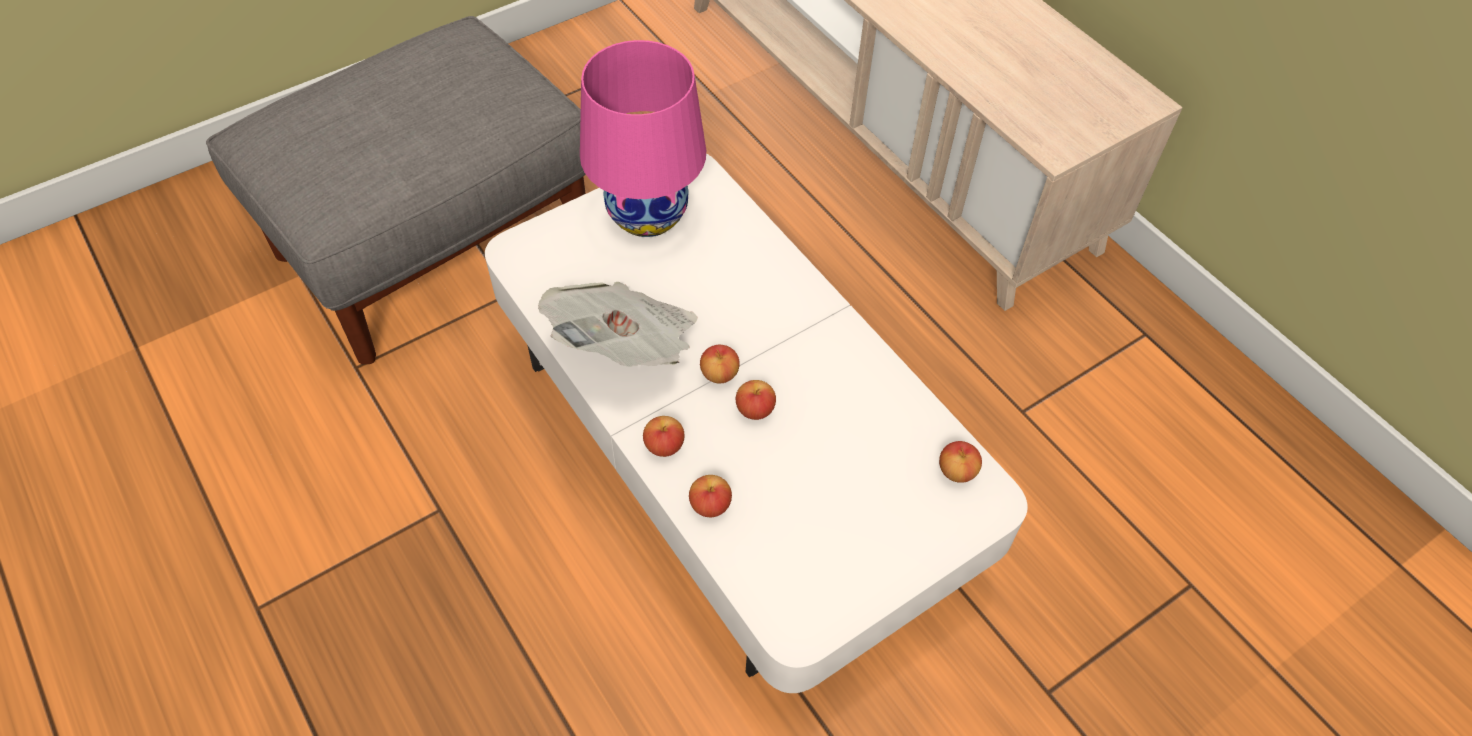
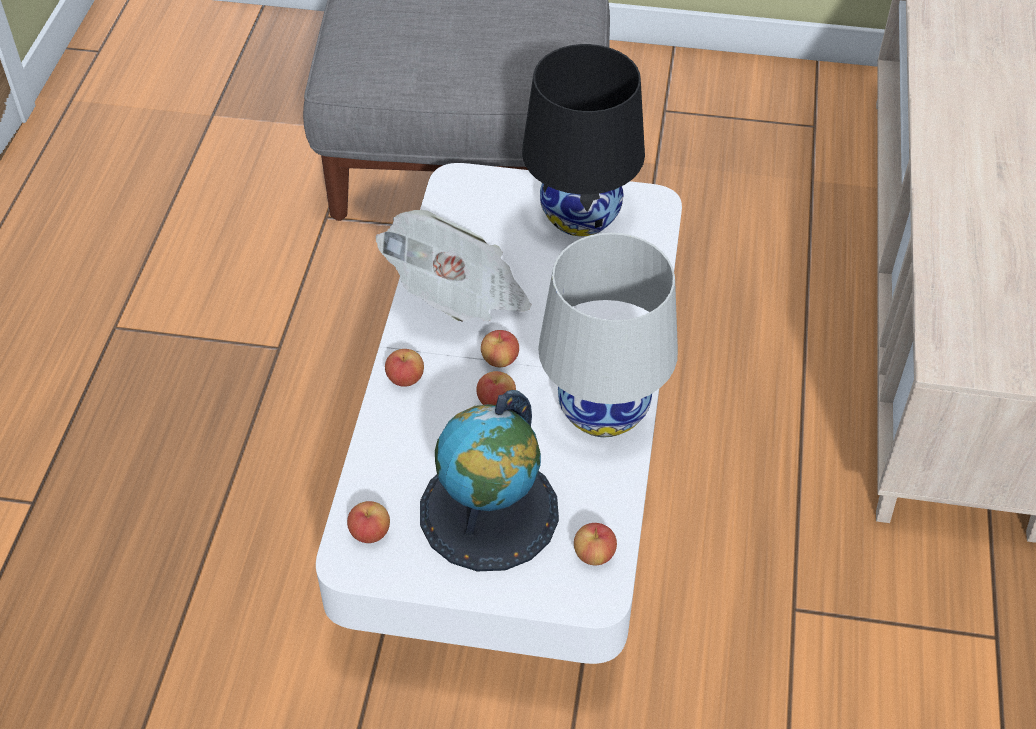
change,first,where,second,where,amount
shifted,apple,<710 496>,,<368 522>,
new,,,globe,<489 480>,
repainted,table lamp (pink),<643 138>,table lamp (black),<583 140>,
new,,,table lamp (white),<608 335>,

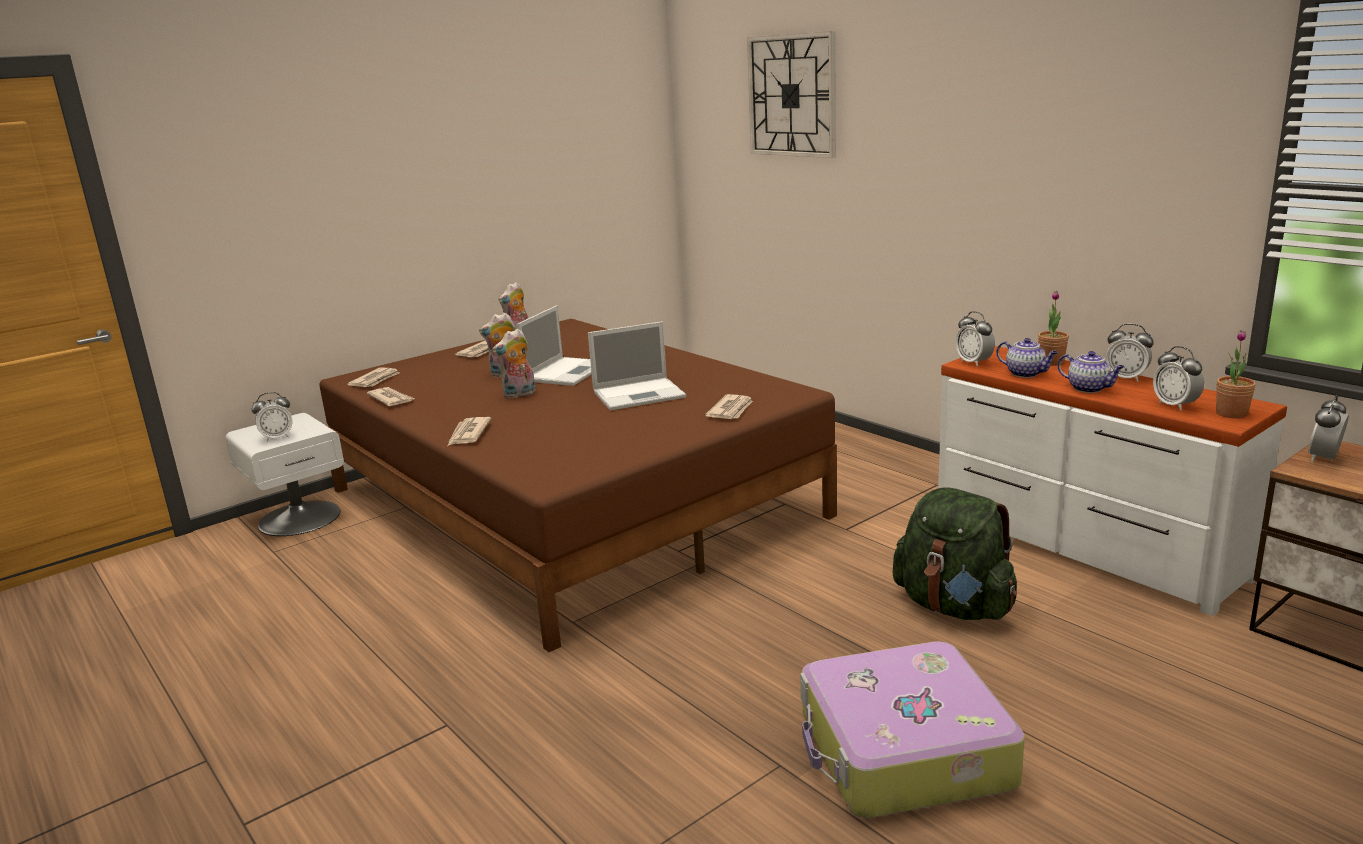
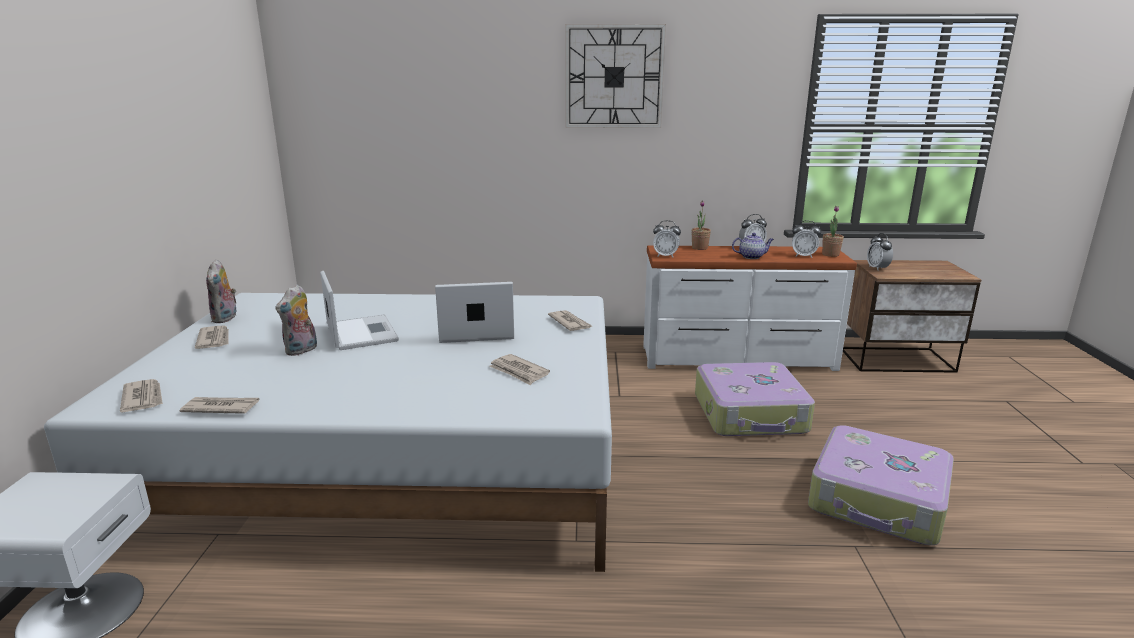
change,first,where,second,where,amount
repainted,bed (brown),<578 485>,bed (white),<328 432>,
rotated,laptop,<637 366>,,<474 312>,120 degrees counterclockwise
shifted,newspaper,<469 431>,,<519 369>,
shifted,wall clock,<791 94>,,<616 76>,
swapped,backpack (green),<955 553>,suitcase,<755 399>,
gone,alarm clock,<272 417>,,,
gone,plush toy,<513 363>,,,
gone,teapot,<1027 358>,,,

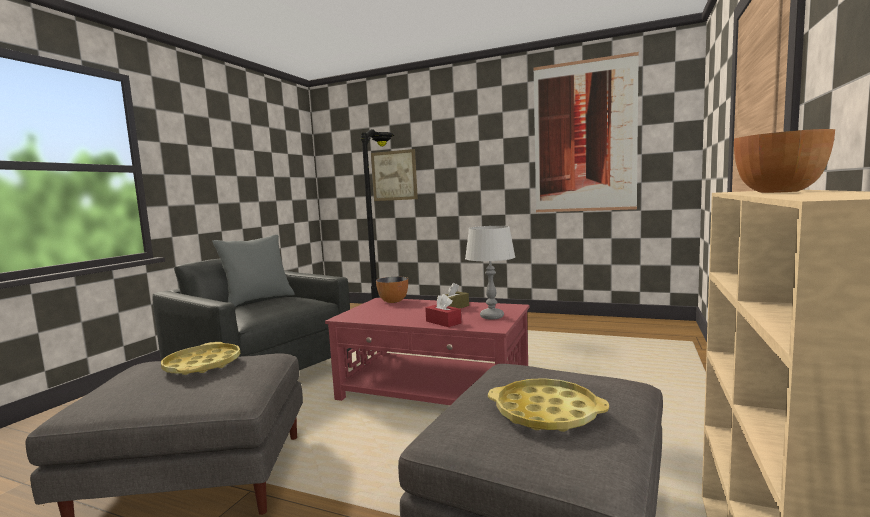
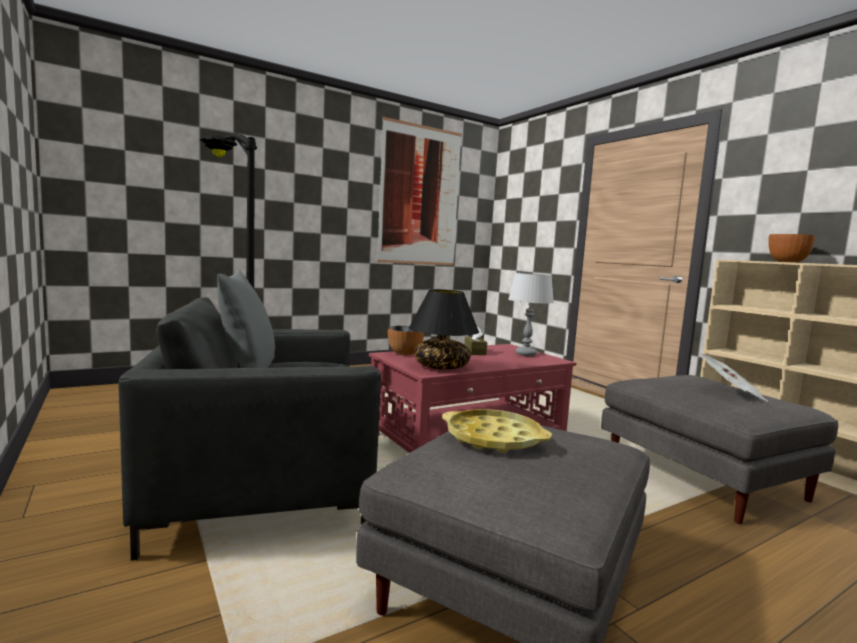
change,first,where,second,where,amount
new,,,table lamp (black),<444 330>,
swapped,tray (yellow),<548 405>,newspaper,<733 377>,
gone,picture,<394 175>,,,
gone,tissue box (red),<443 310>,,,

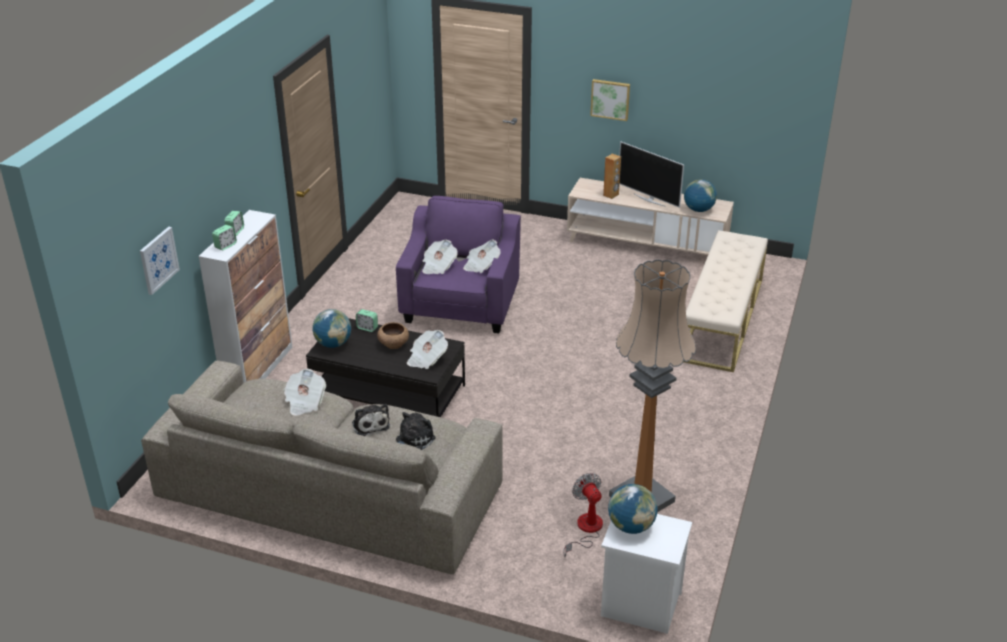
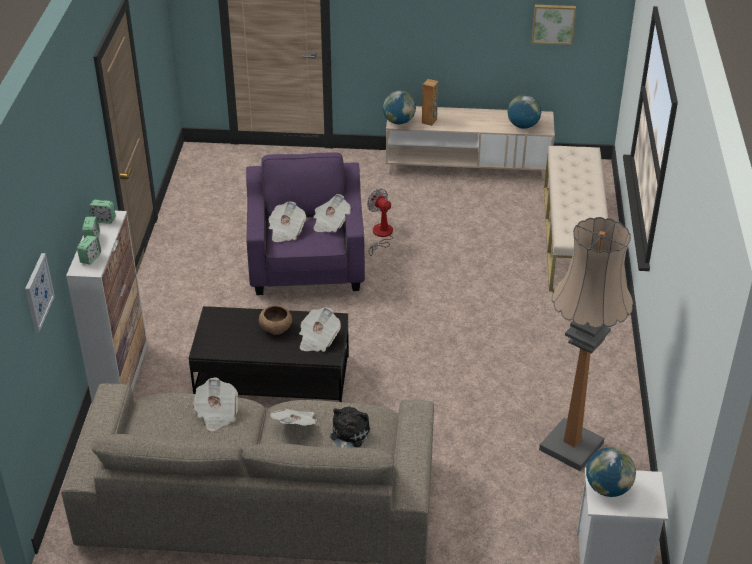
change,first,where,second,where,amount
shifted,alarm clock,<367 320>,,<102 212>,
swapped,plush toy,<371 420>,newspaper,<293 417>,
shifted,fan,<583 515>,,<380 222>,
shifted,globe,<331 328>,,<399 107>,
shifted,picture,<610 100>,,<554 25>,
gone,television,<651 174>,,,

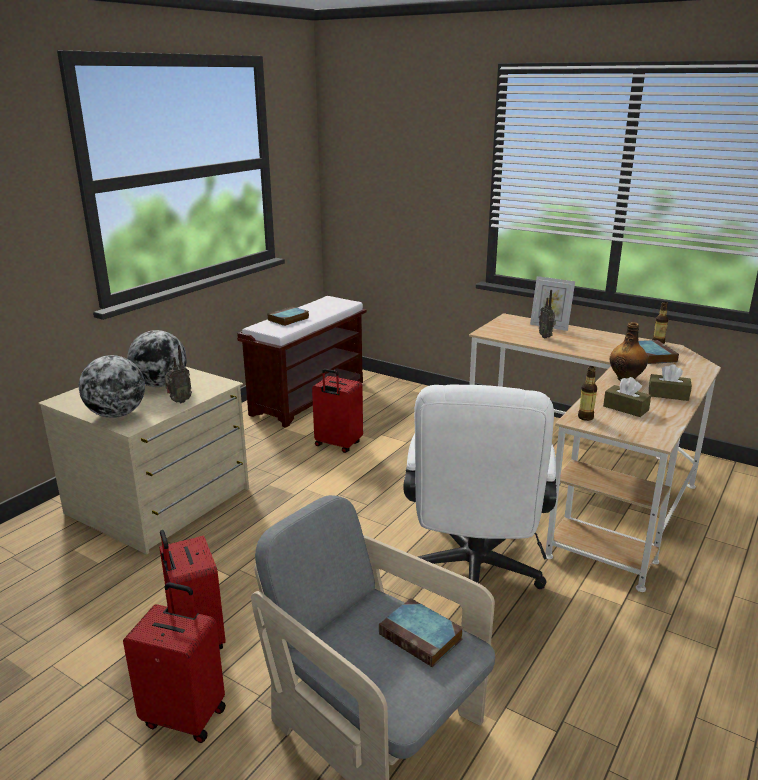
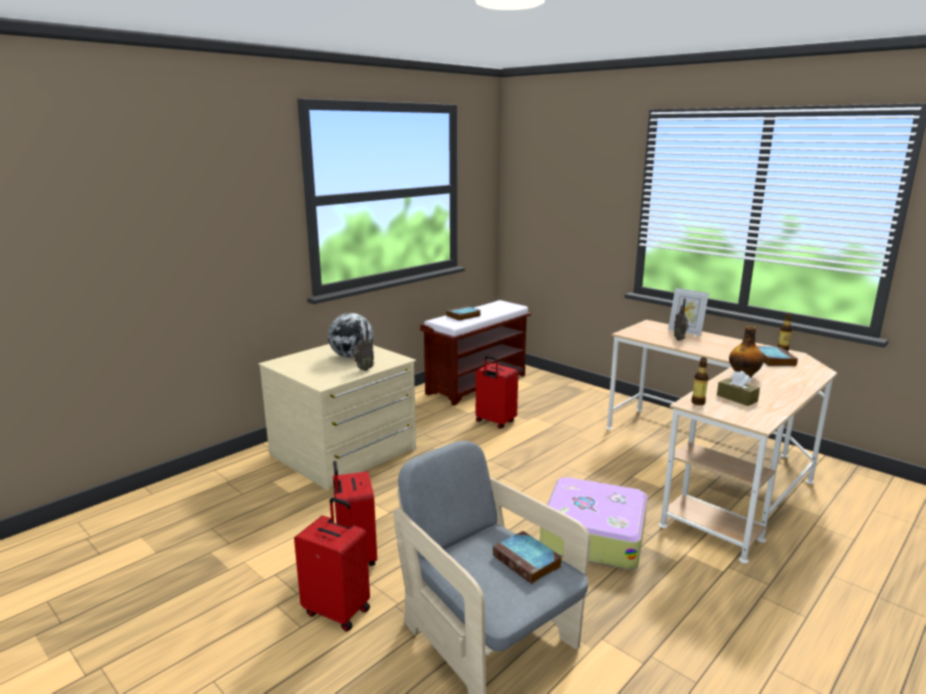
change,first,where,second,where,amount
swapped,office chair (white),<479 486>,suitcase,<594 523>,
gone,globe,<112 386>,,,
gone,tissue box (brown),<670 382>,,,

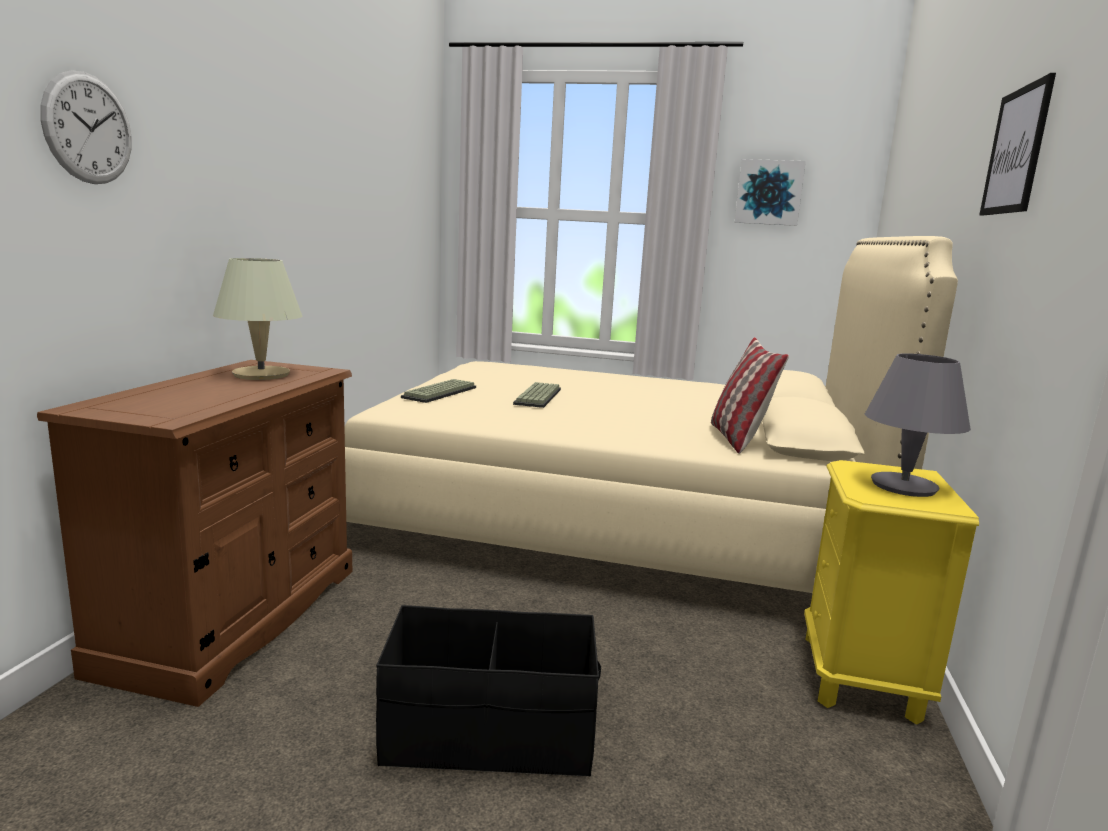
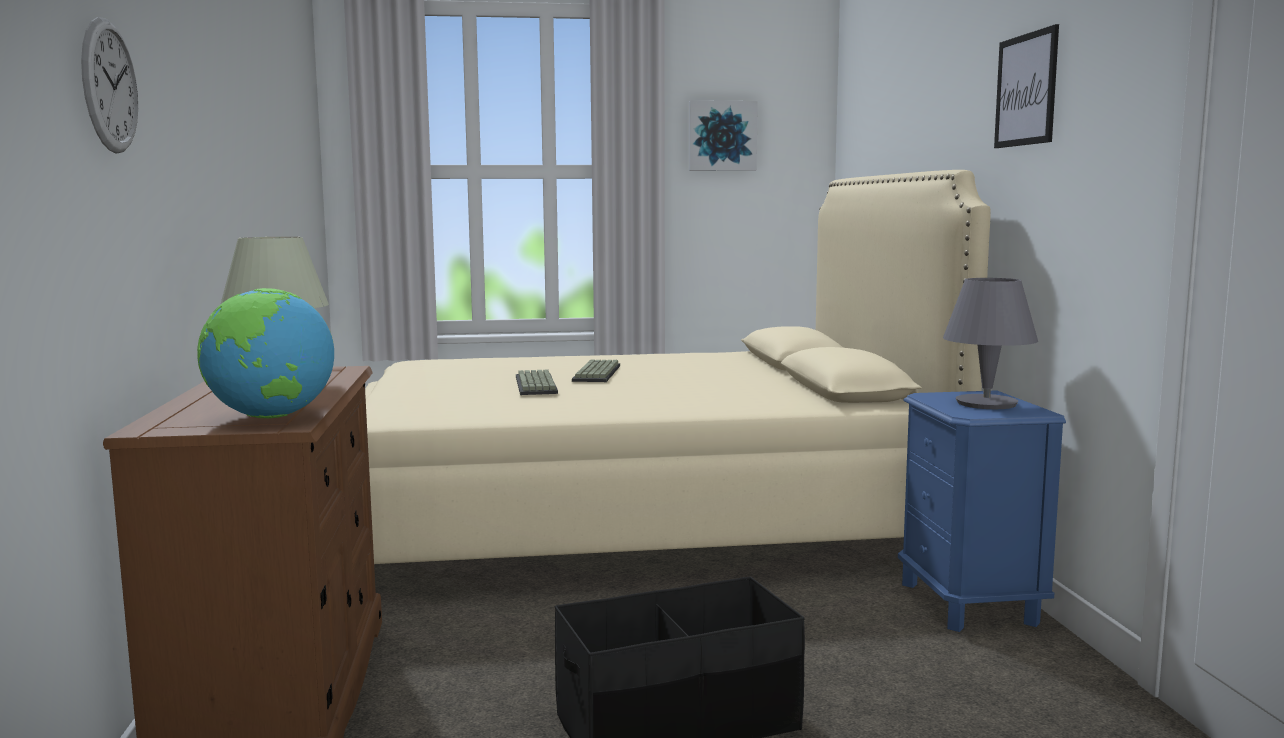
change,first,where,second,where,amount
new,,,globe,<265 353>,
shifted,keyboard,<438 391>,,<596 371>,
repainted,nightstand (yellow),<891 592>,nightstand (blue),<982 511>,
gone,pillow,<750 395>,,,

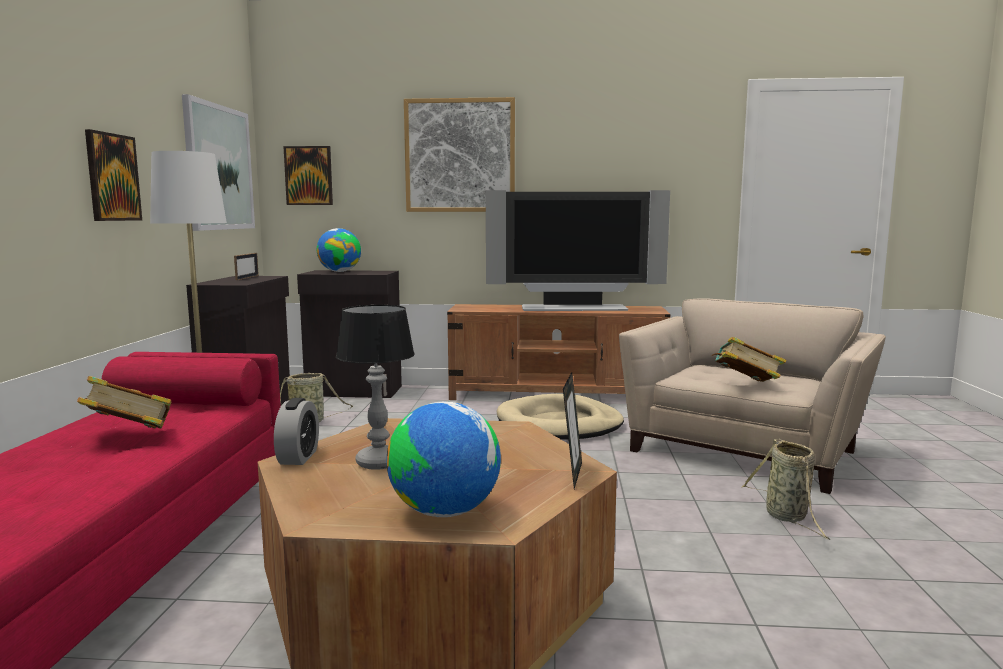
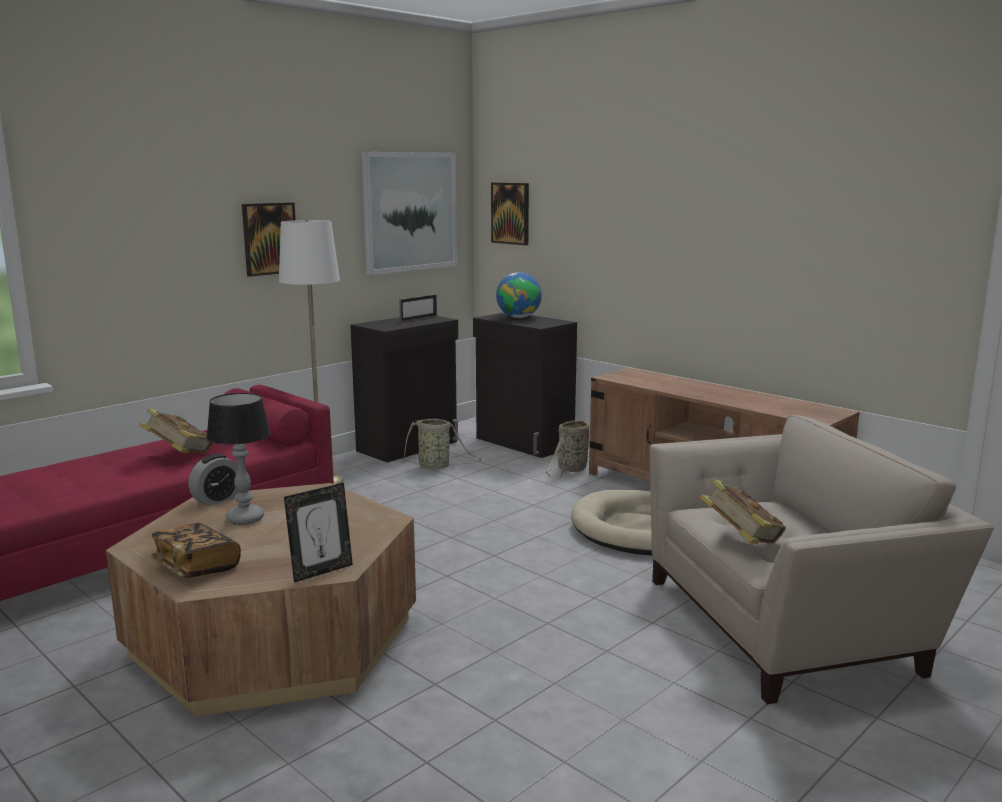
change,first,where,second,where,amount
swapped,globe,<443 459>,book,<196 550>,
shifted,basket,<786 489>,,<568 449>,
gone,picture,<459 154>,,,
gone,television,<578 250>,,,

